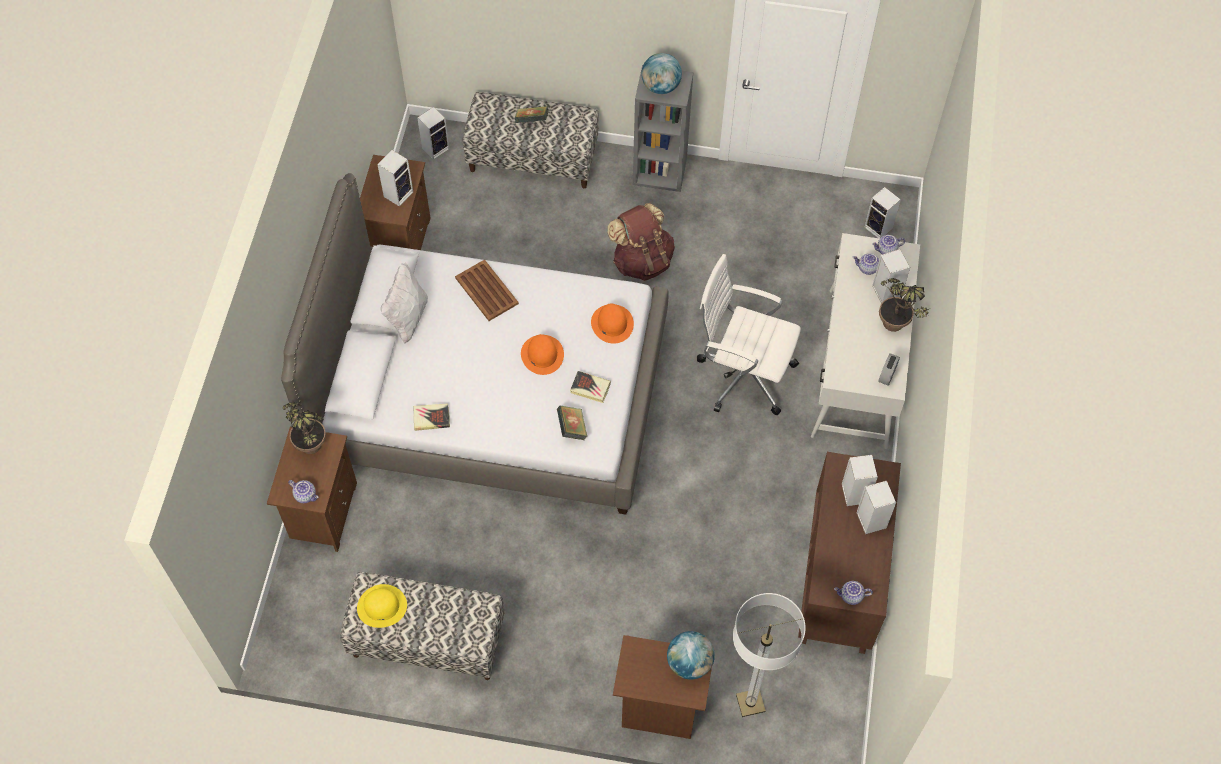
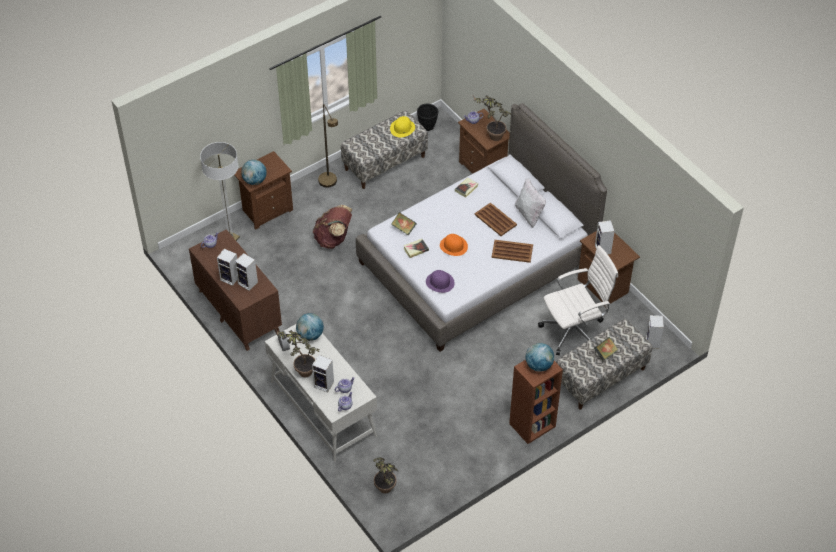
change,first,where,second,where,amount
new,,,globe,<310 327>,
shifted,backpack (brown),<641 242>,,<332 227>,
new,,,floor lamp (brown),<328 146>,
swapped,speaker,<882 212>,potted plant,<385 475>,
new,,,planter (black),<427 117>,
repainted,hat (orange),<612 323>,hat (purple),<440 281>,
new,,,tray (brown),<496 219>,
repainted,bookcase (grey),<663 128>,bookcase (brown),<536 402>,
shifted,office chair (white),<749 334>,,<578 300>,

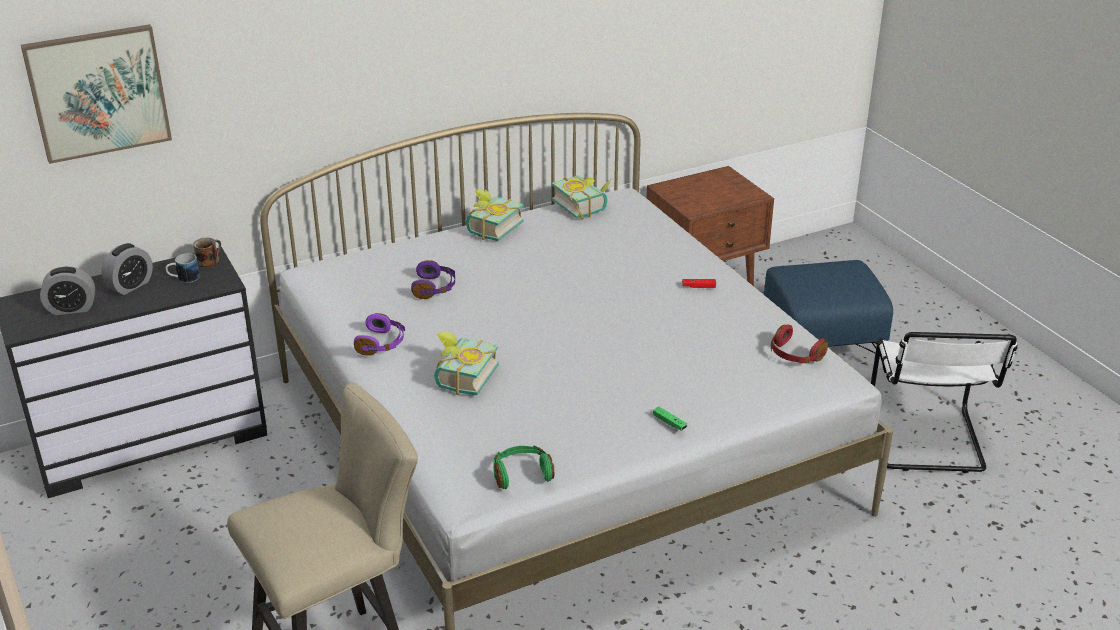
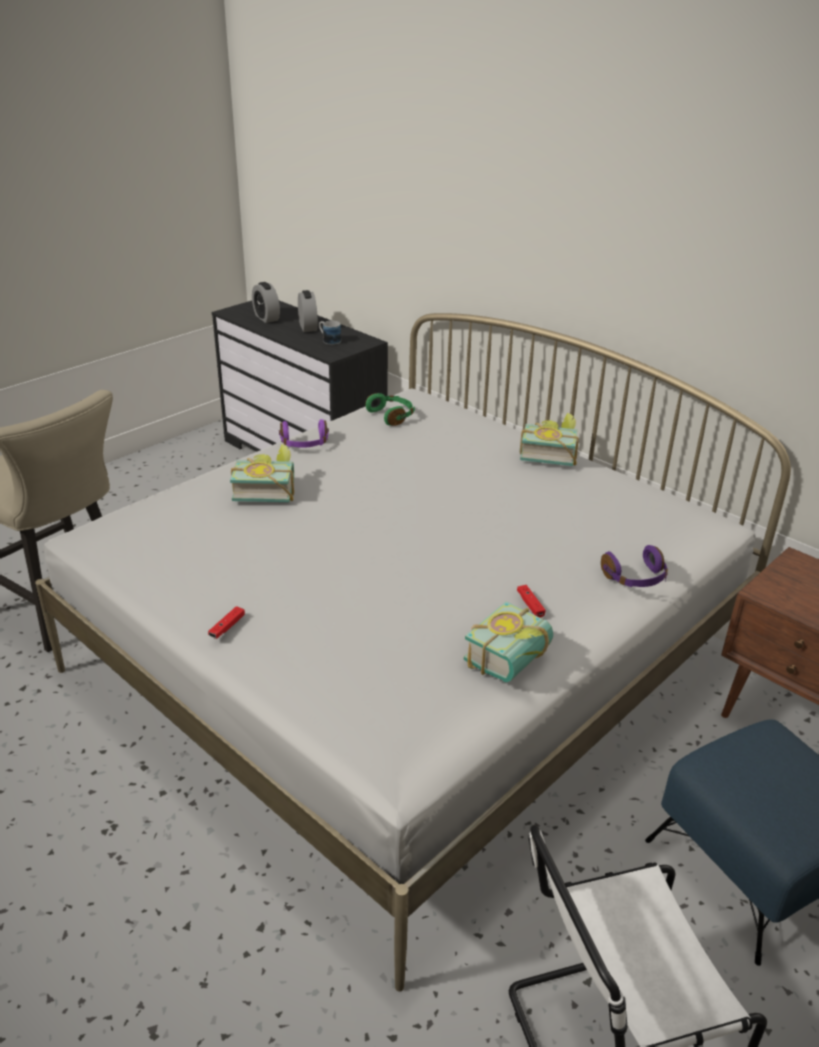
change,first,where,second,where,amount
repainted,game controller (green),<670 419>,game controller (red),<226 622>,
rotated,alarm clock,<127 269>,,<308 311>,120 degrees counterclockwise
shifted,headphones (green),<523 467>,,<390 409>,
shifted,book,<581 197>,,<508 642>,
shifted,headphones (purple),<433 279>,,<634 566>,
gone,picture,<96 94>,,,
gone,mug,<207 252>,,,
gone,headphones (red),<799 344>,,,

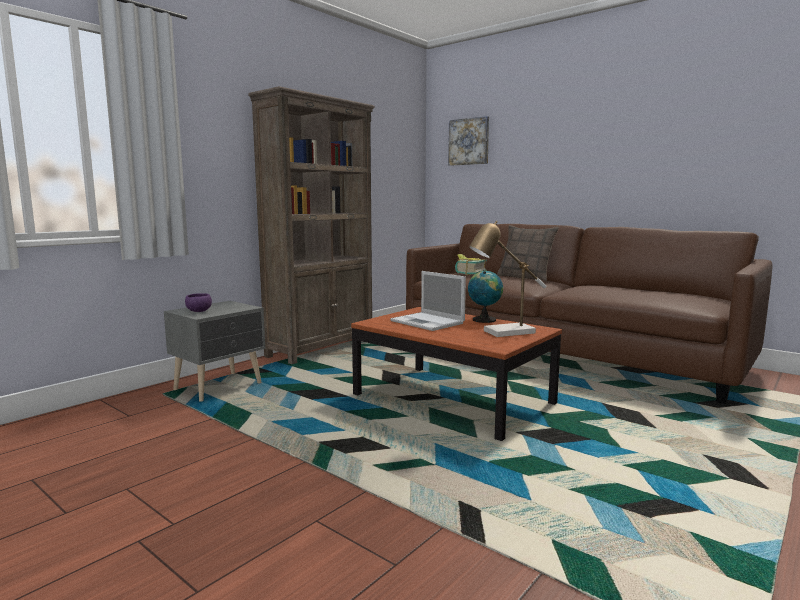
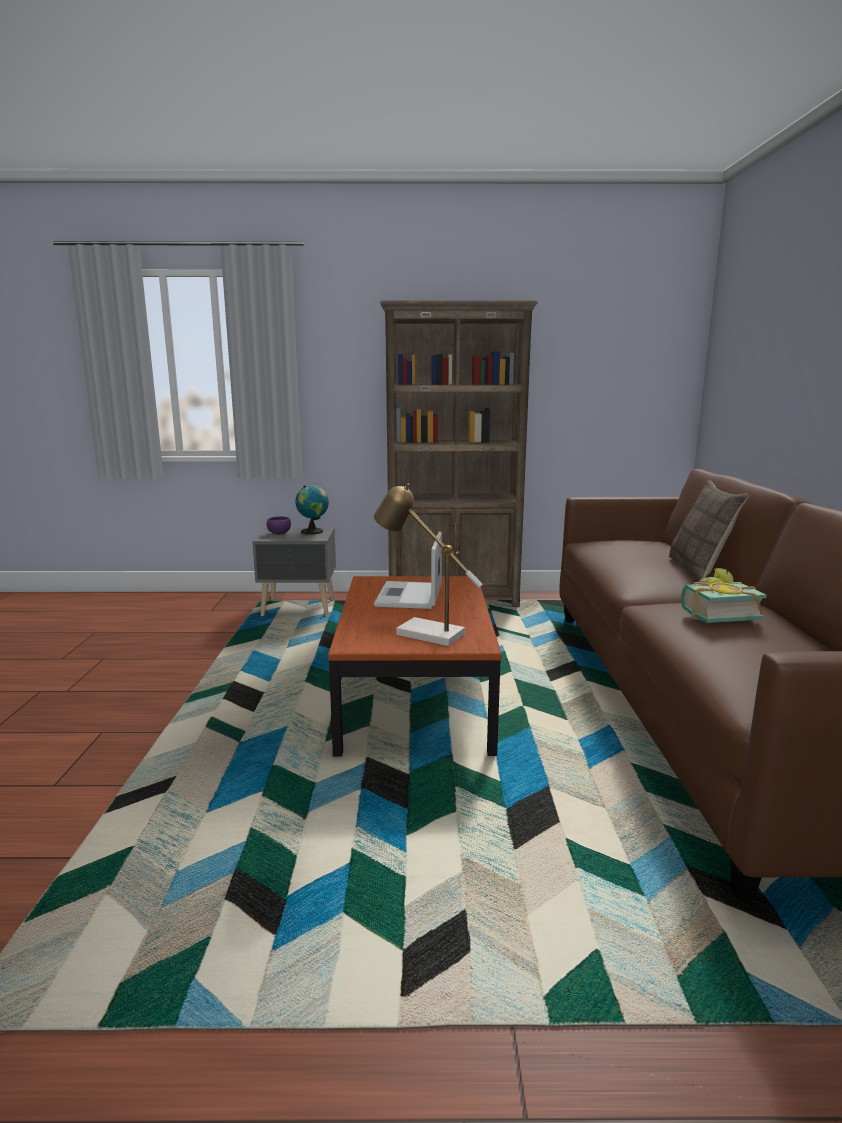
change,first,where,second,where,amount
shifted,globe,<485 297>,,<312 509>,
shifted,book,<471 265>,,<724 595>,
gone,picture,<468 141>,,,

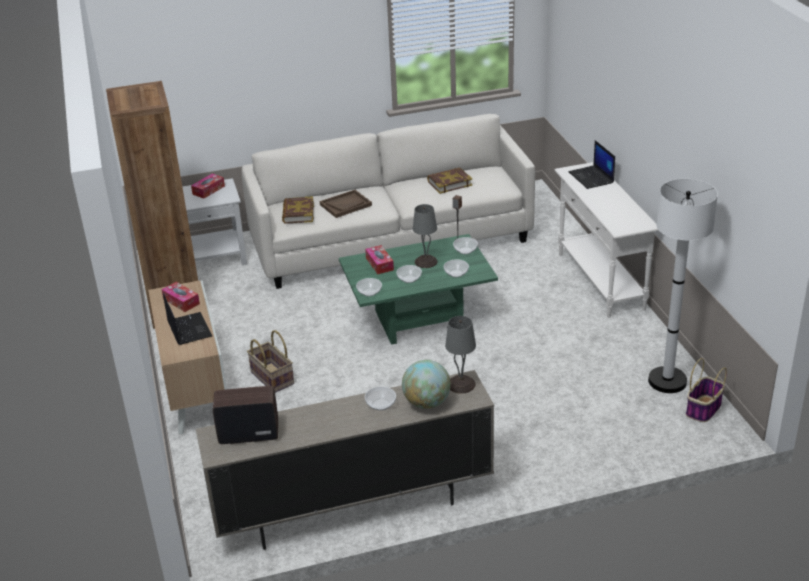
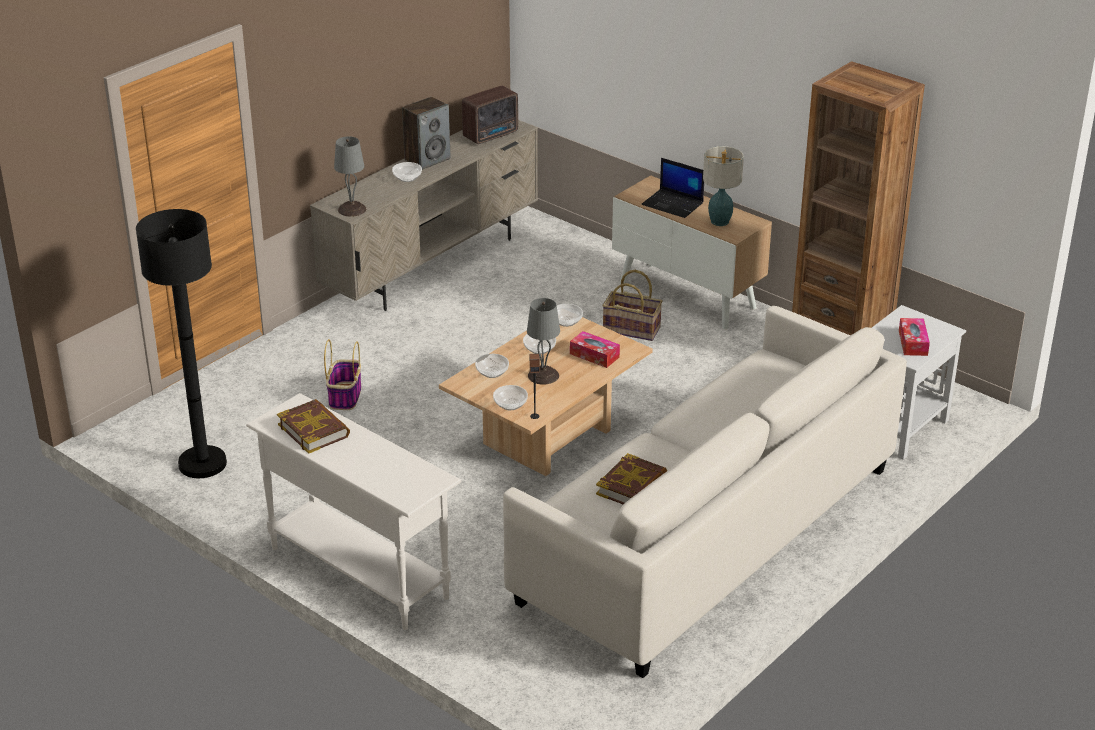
change,first,where,second,where,amount
repainted,floor lamp (white),<683 286>,floor lamp (black),<181 343>,
shifted,book,<298 210>,,<313 426>,
shifted,basket,<706 390>,,<343 374>,
new,,,speaker,<426 133>,
repainted,coffee table (green),<418 289>,coffee table (beige),<546 396>,
swapped,tissue box,<180 297>,table lamp,<723 186>,
gone,tray (brown),<346 204>,,,
gone,globe,<426 384>,,,
gone,laptop,<591 164>,,,

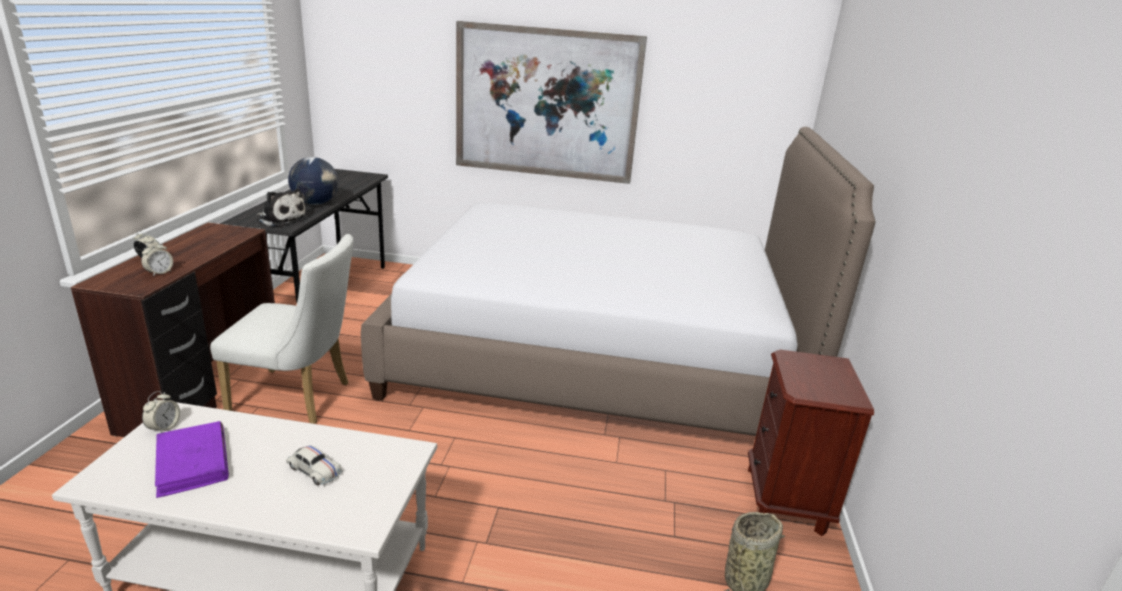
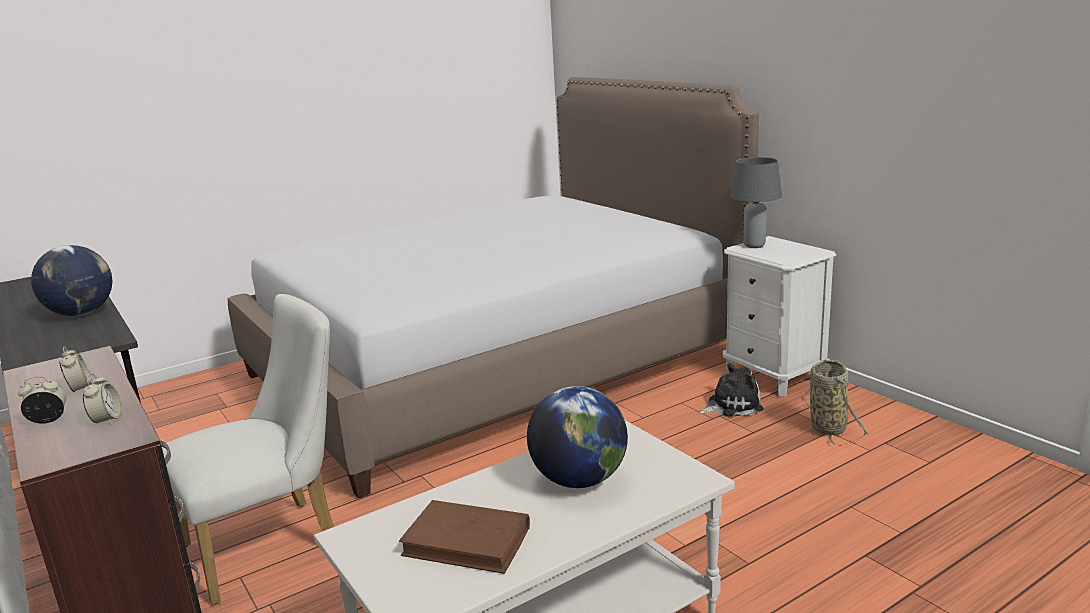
change,first,where,second,where,amount
shifted,alarm clock,<161 412>,,<75 369>,
repainted,book (purple),<192 459>,book (brown),<464 537>,
swapped,toy car (white),<314 465>,globe,<577 437>,
shifted,plush toy,<282 207>,,<731 390>,
repainted,nightstand (brown),<811 443>,nightstand (white),<779 316>,
new,,,table lamp (grey),<756 202>,
gone,picture,<551 102>,,,

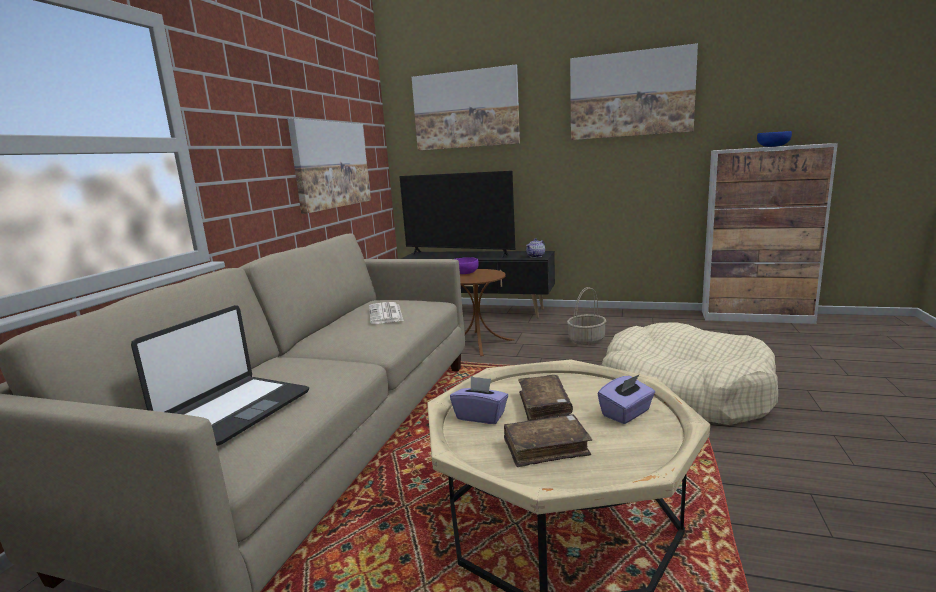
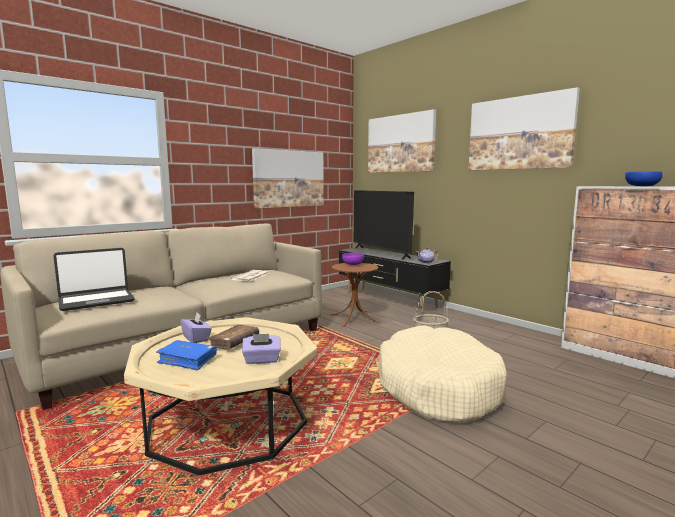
change,first,where,second,where,amount
repainted,book (brown),<548 440>,book (blue),<186 355>,

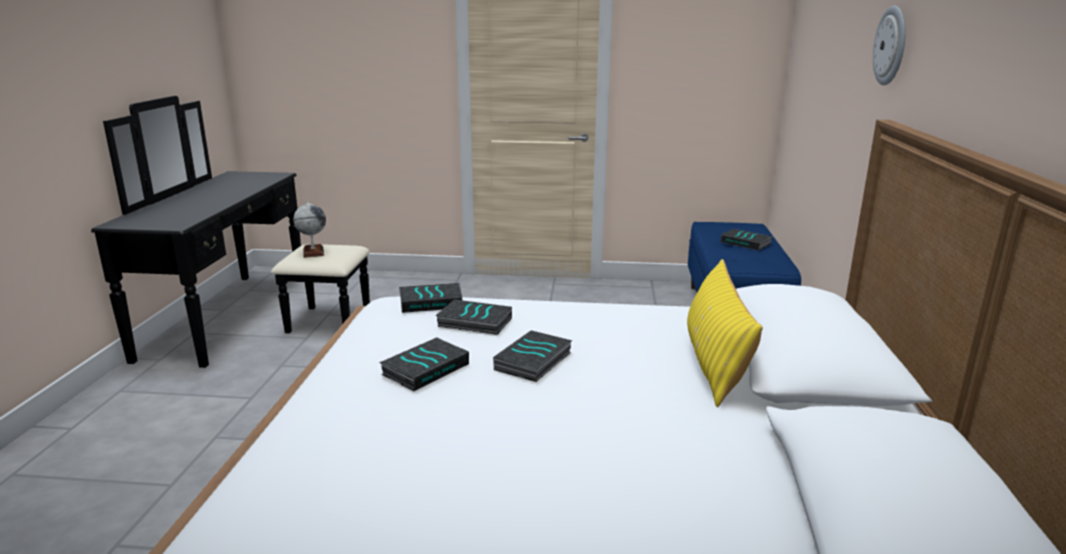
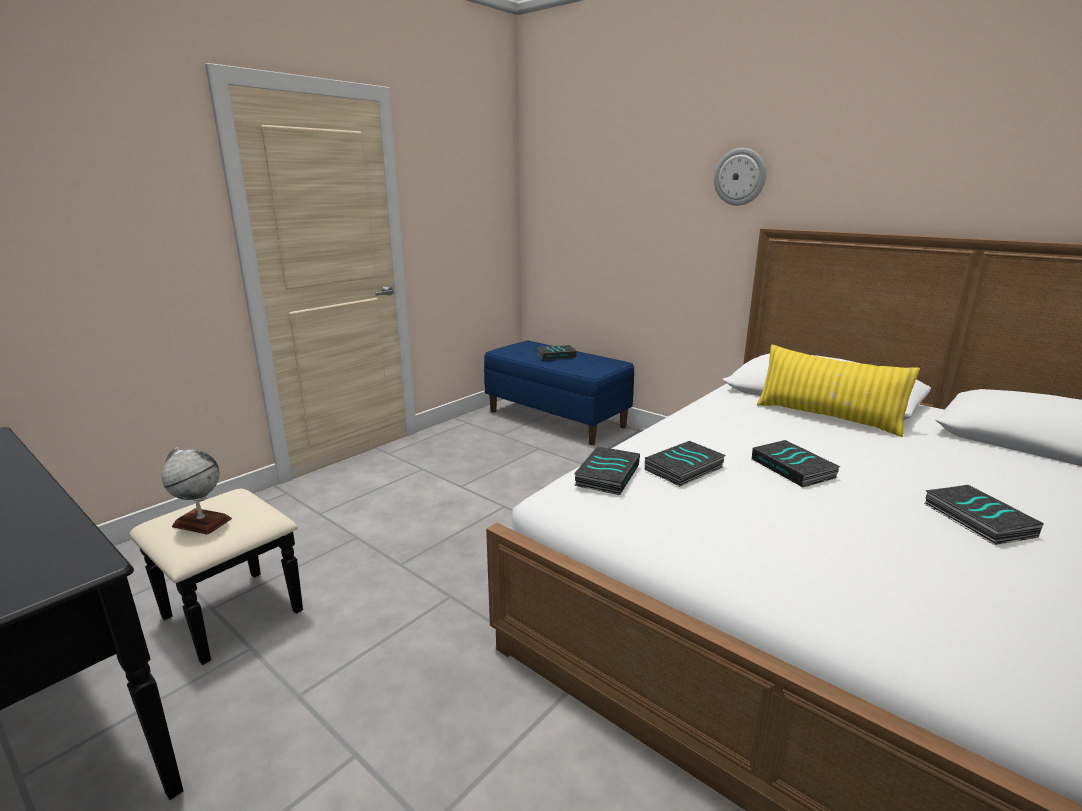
change,first,where,second,where,amount
shifted,book,<424 364>,,<984 515>,

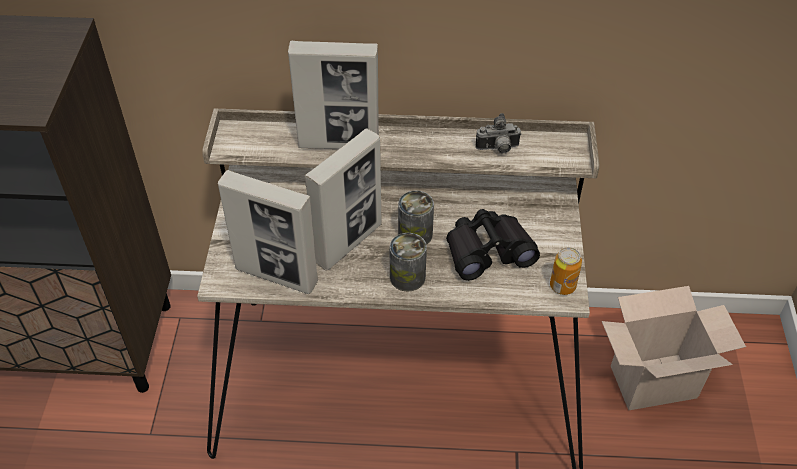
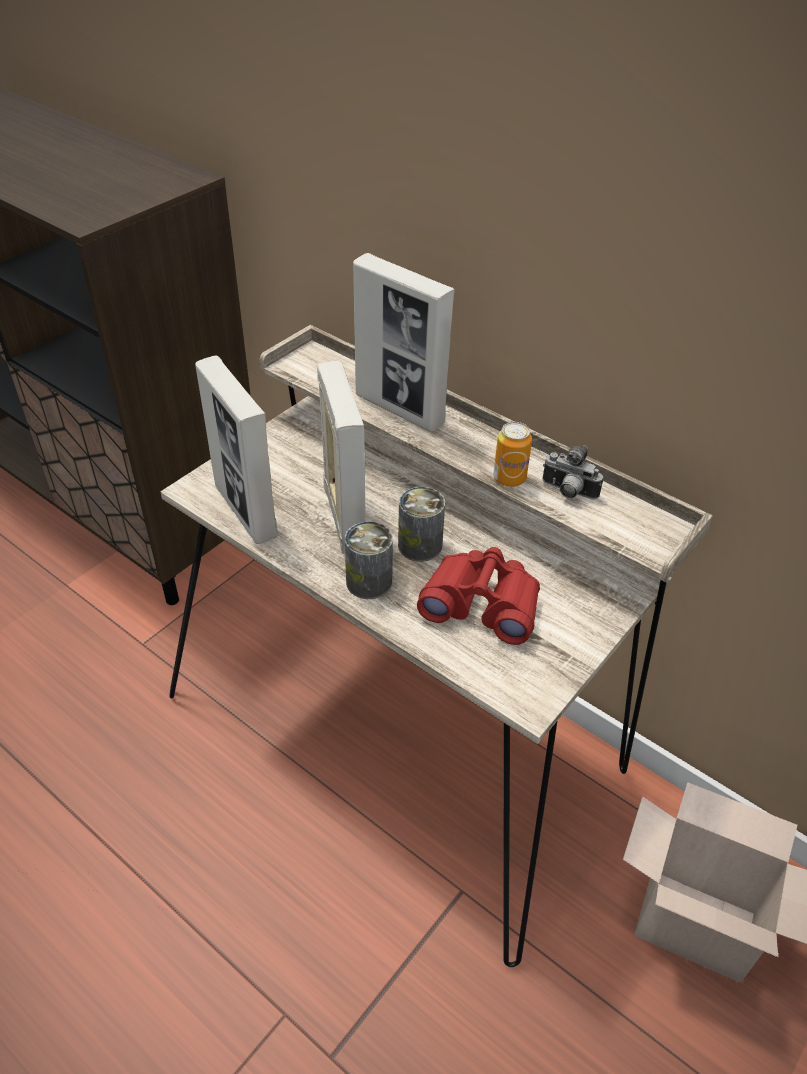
change,first,where,second,where,amount
rotated,picture frame,<343 199>,,<341 457>,90 degrees counterclockwise
repainted,binoculars (black),<493 245>,binoculars (red),<478 596>,
shifted,can,<566 271>,,<512 454>,

